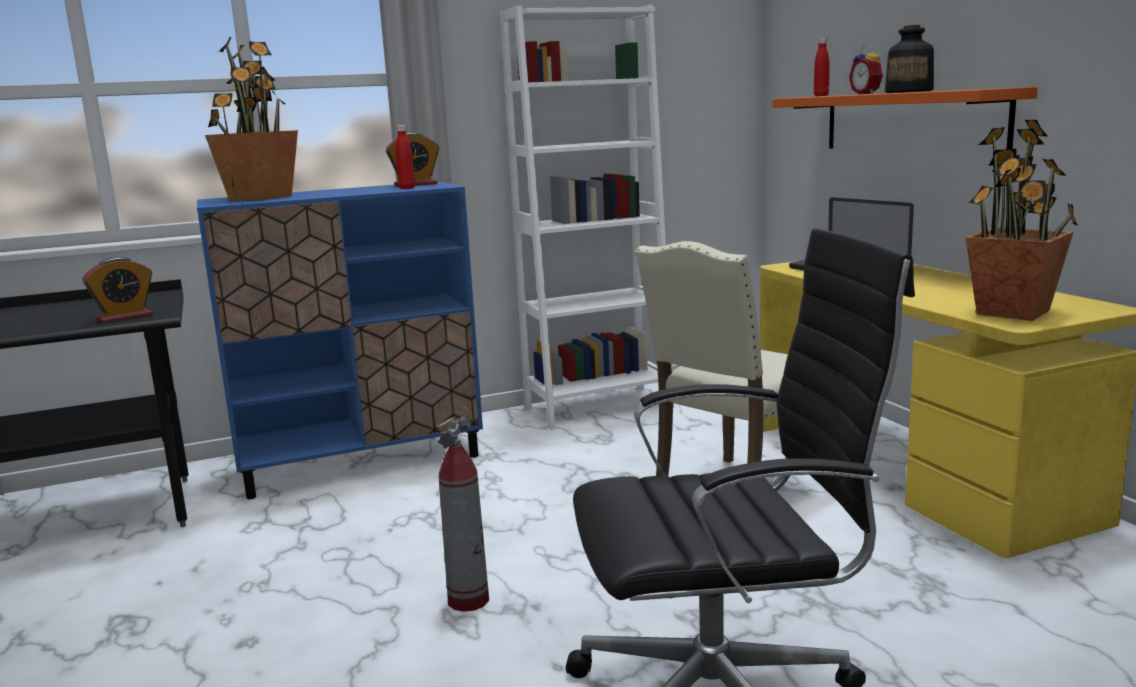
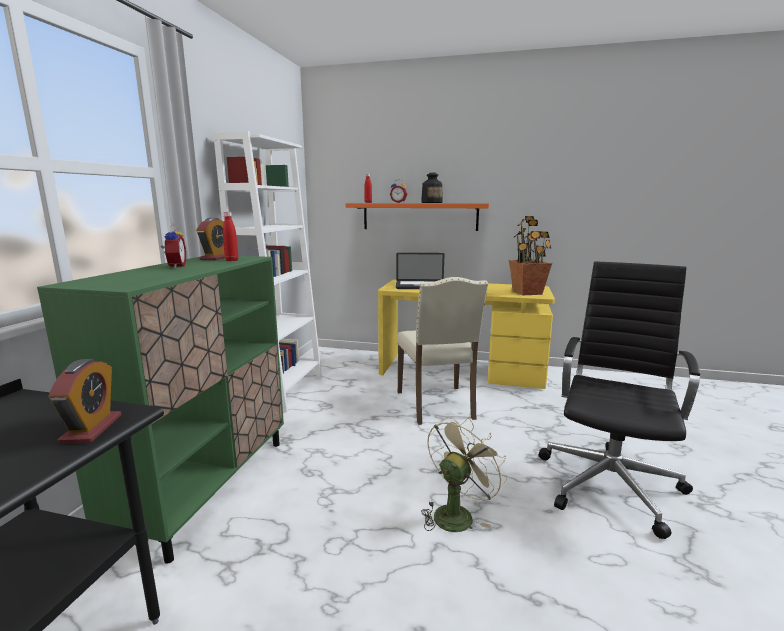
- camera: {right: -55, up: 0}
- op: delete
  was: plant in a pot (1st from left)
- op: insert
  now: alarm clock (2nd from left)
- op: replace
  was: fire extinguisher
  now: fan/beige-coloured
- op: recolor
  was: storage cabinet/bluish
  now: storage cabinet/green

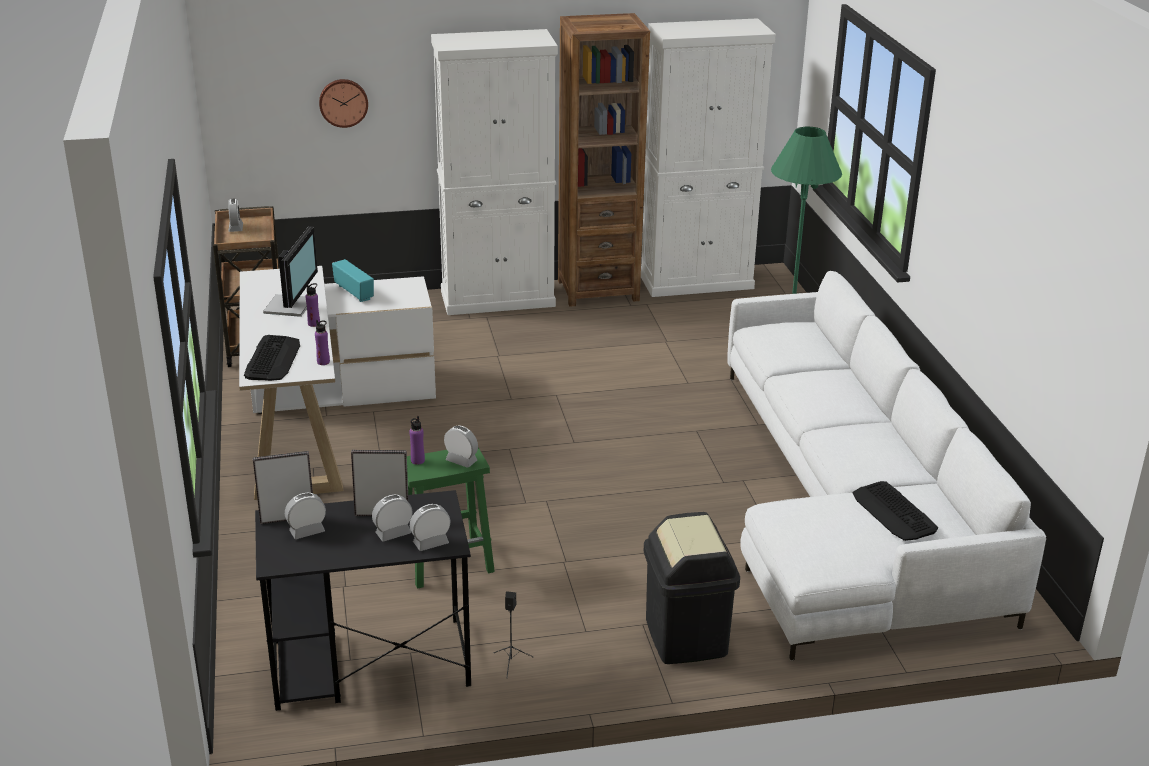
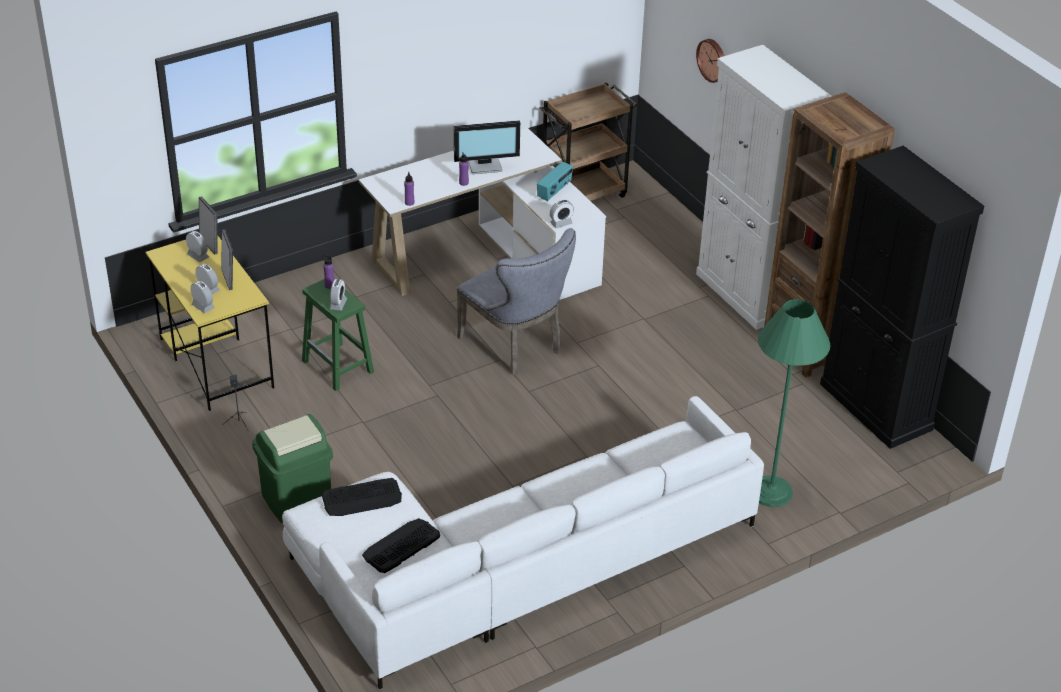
- camera: {right: 70, up: 10}
- op: insert
  now: chair/gray
- op: move
  was: alarm clock (1st from left in the first image)
  now: alarm clock (5th from left)
- op: move
  was: keyboard (1st from left)
- op: recolor
  was: desk unit/black
  now: desk unit/yellow-coloured
- op: recolor
  was: storage cabinet/whitish (2nd from left)
  now: storage cabinet/black
- op: recolor
  was: rubbish bin/black
  now: rubbish bin/green

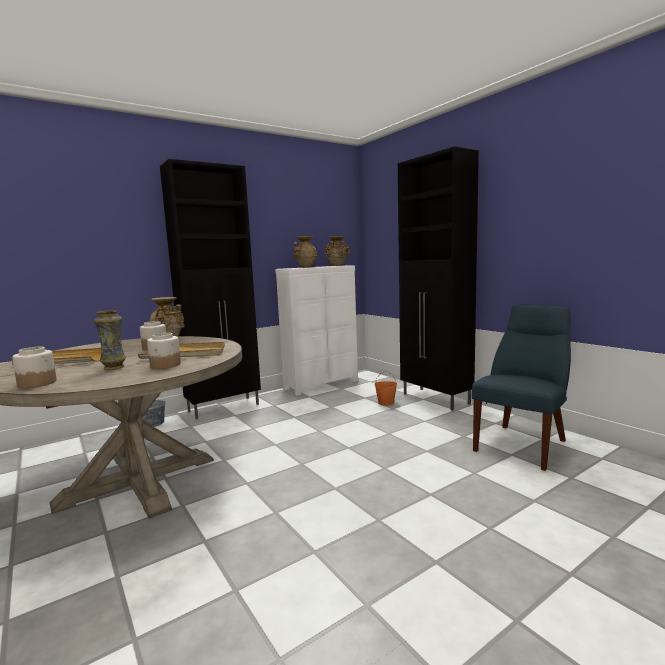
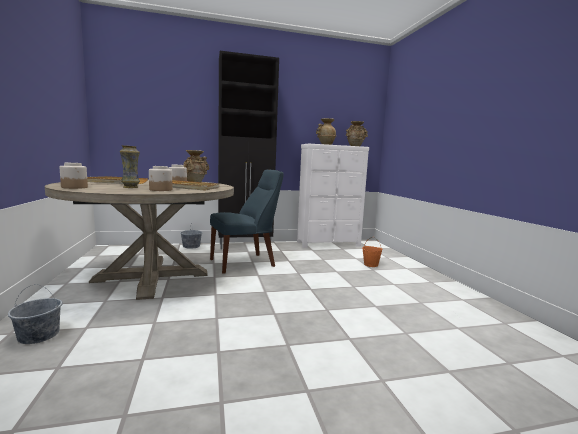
- camera: {right: 20, up: 0}
- op: delete
  was: storage cabinet/black (2nd from left)
- op: insert
  now: water bucket/gray (1st from left)
- op: move
  was: chair/bluish

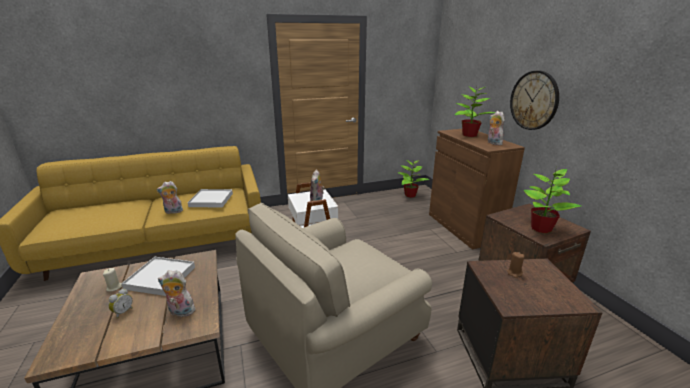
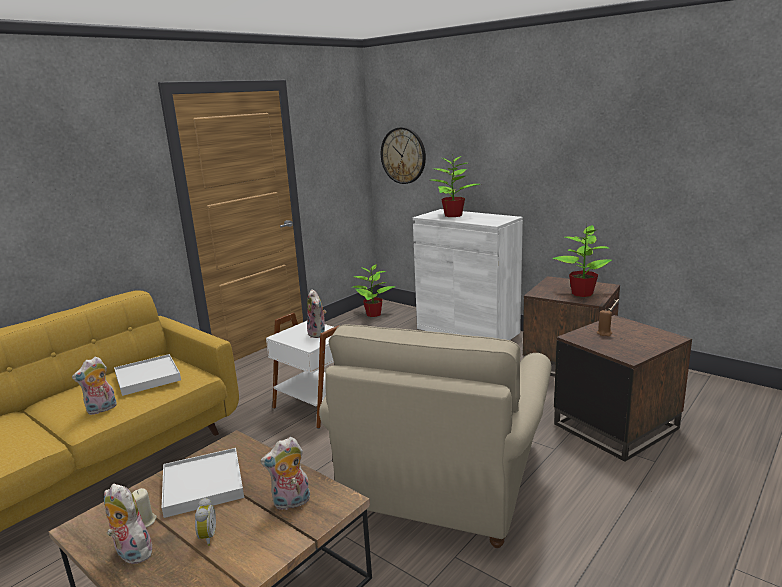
- camera: {right: -30, up: -5}
- op: move
  was: plush toy (4th from left in the first image)
  now: plush toy (2nd from left)
- op: move
  was: wall clock
- op: recolor
  was: storage cabinet/brown-coloured
  now: storage cabinet/whitish

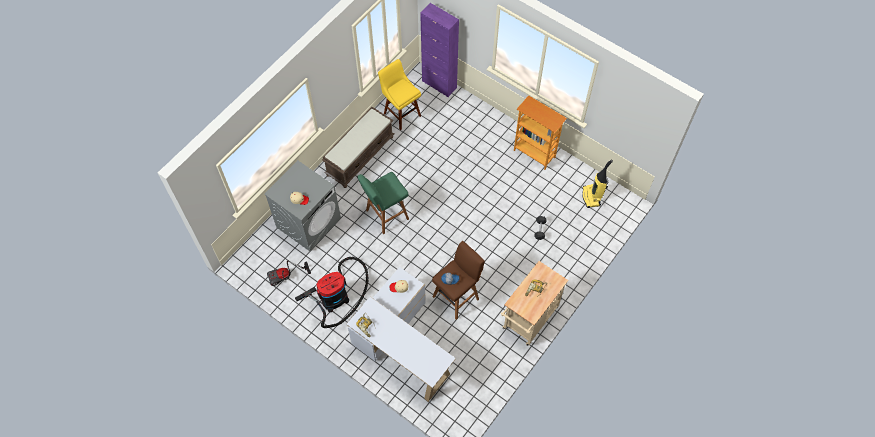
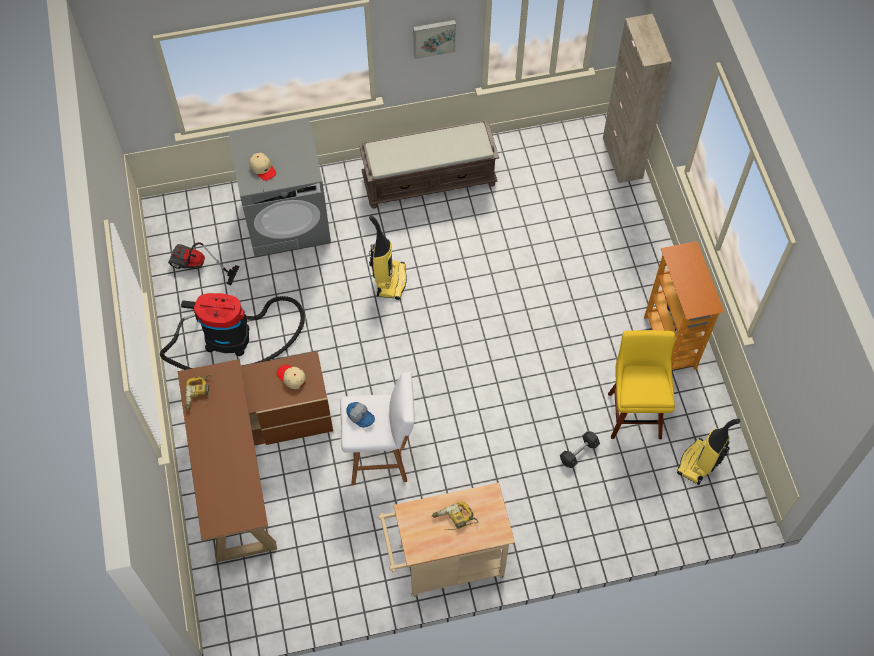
- camera: {right: 40, up: 0}
- op: insert
  now: wall art
- op: move
  was: sitting stool/yellow-coloured
- op: replace
  was: sitting stool/green
  now: vacuum (3rd from left)
- op: recolor
  was: desk unit/whitish
  now: desk unit/brown-coloured
- op: recolor
  was: storage cabinet/purplish
  now: storage cabinet/beige-coloured
- op: recolor
  was: sitting stool/brown-coloured
  now: sitting stool/whitish

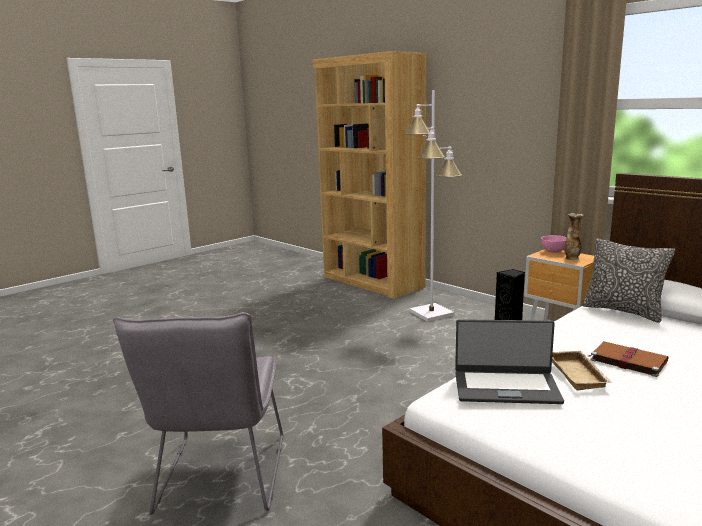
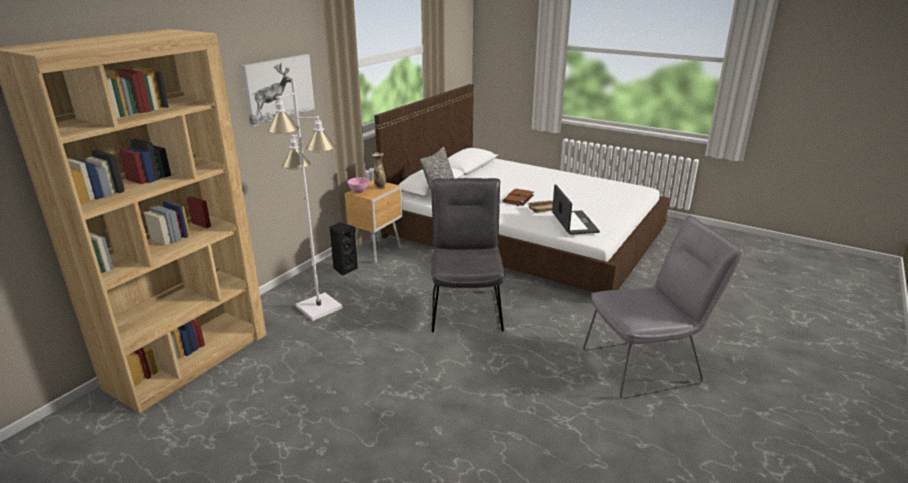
- camera: {right: -105, up: 10}
- op: insert
  now: wall art
- op: insert
  now: chair/gray (1st from left)

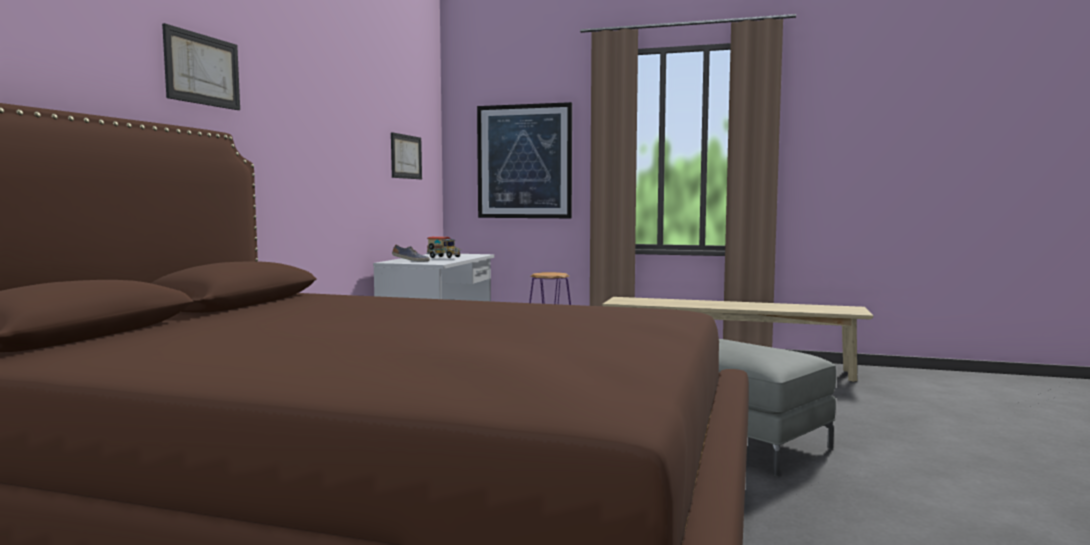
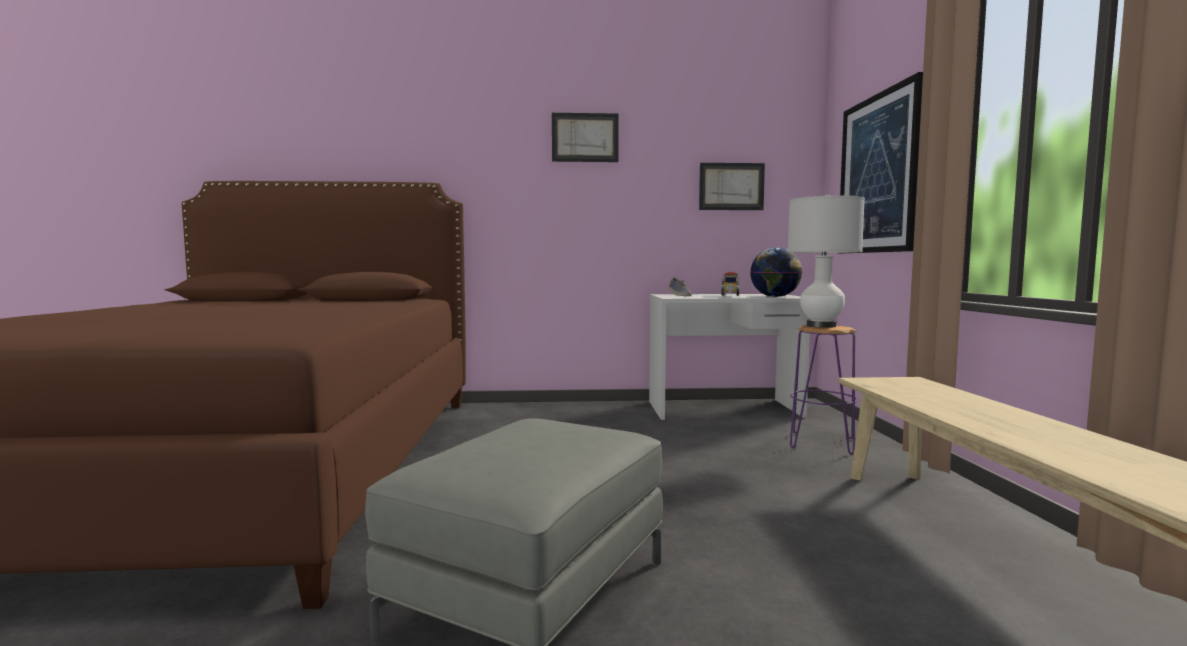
- camera: {right: 70, up: 0}
- op: insert
  now: desk globe
- op: insert
  now: table lamp/whitish
- op: move
  was: wall art (1st from left)

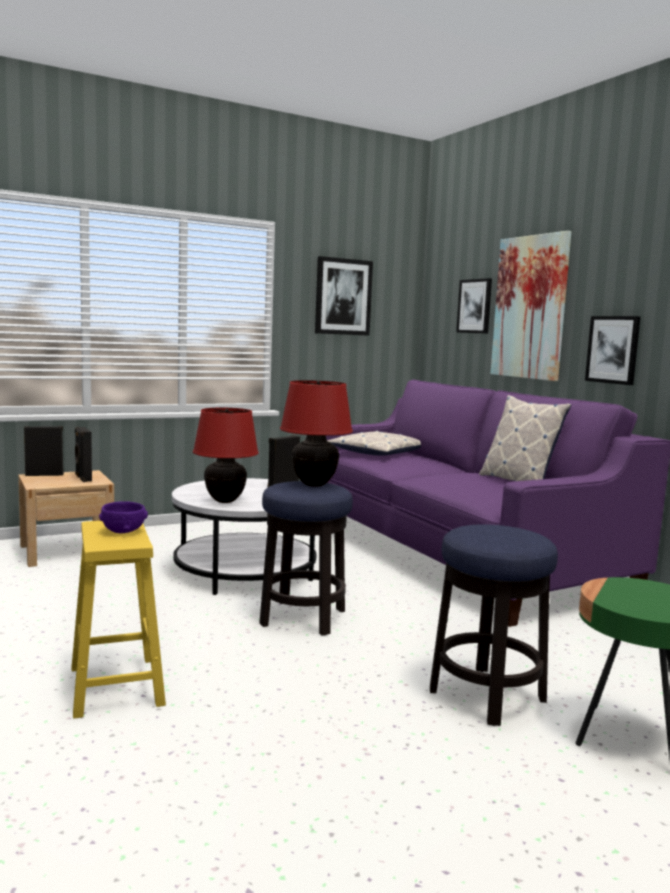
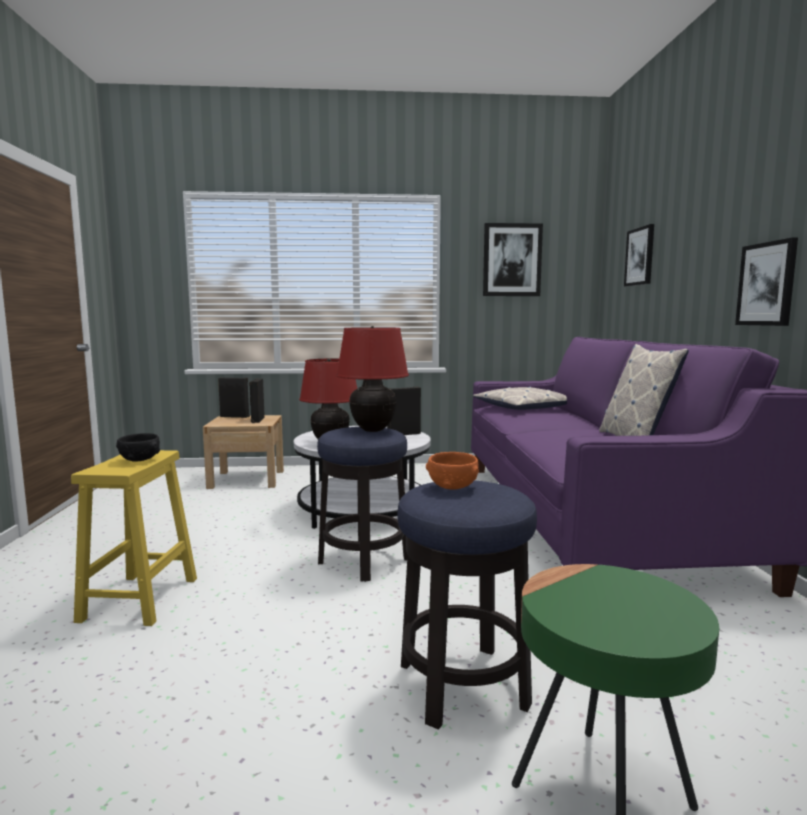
- camera: {right: 25, up: 0}
- op: delete
  was: wall art (3rd from left)
- op: insert
  now: serving bowl/orange-coloured
- op: recolor
  was: serving bowl/purplish
  now: serving bowl/black

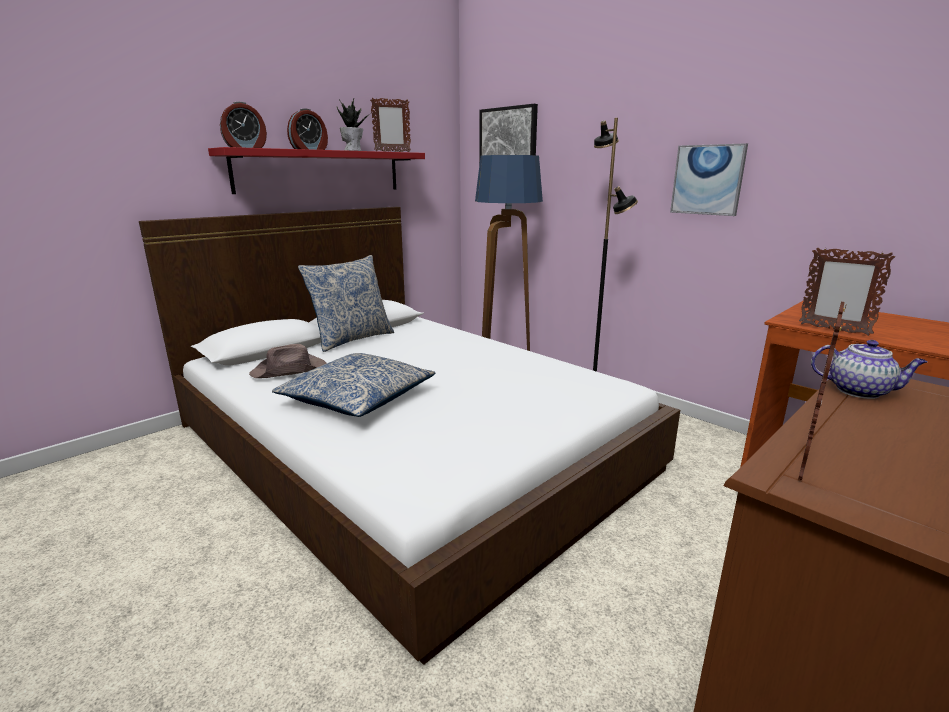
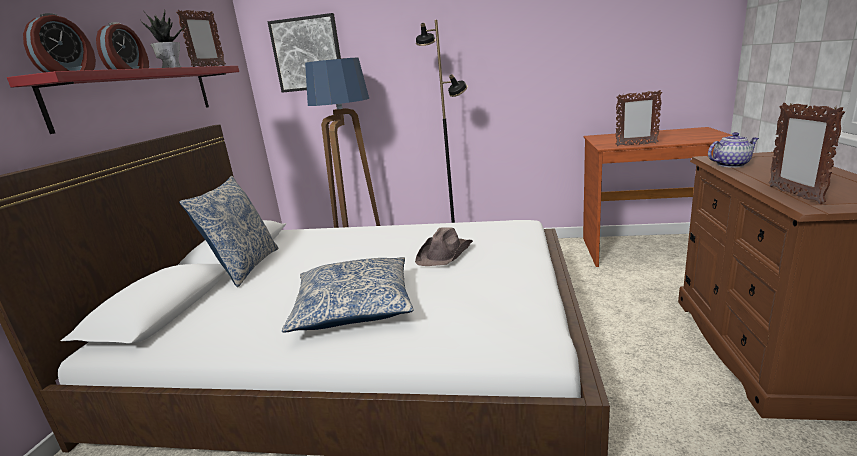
- camera: {right: -35, up: 0}
- op: delete
  was: wall art (2nd from left)
- op: move
  was: wearable hat/brown-coloured

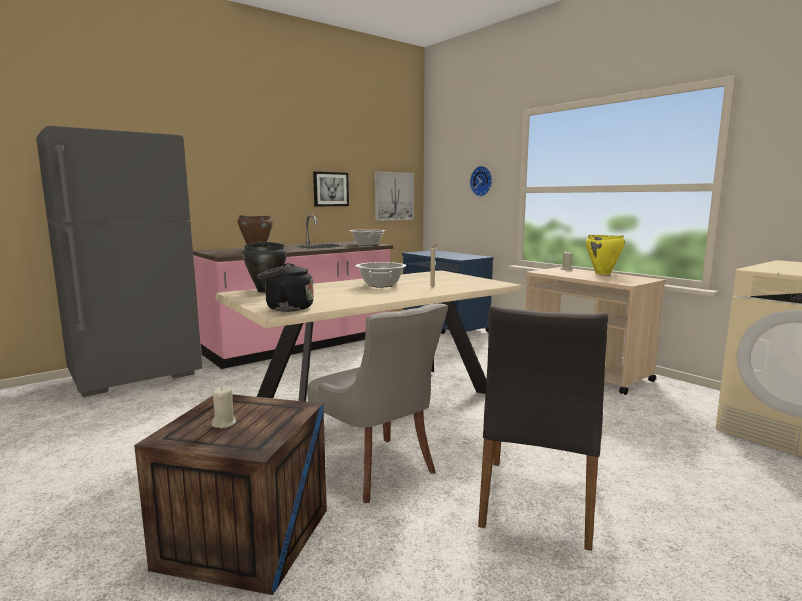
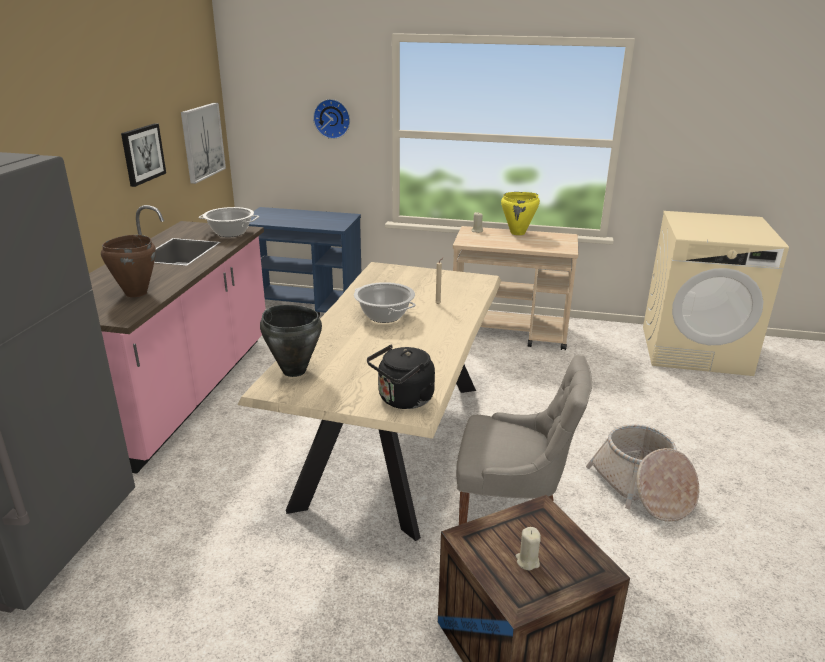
- camera: {right: -40, up: 15}
- op: replace
  was: chair/gray (2nd from left)
  now: basket

